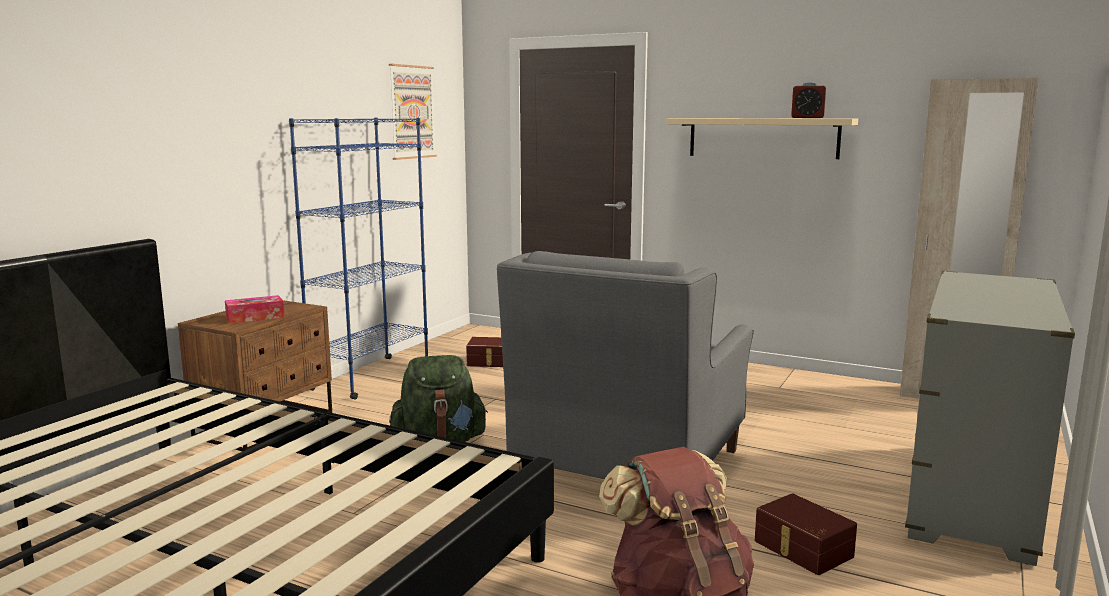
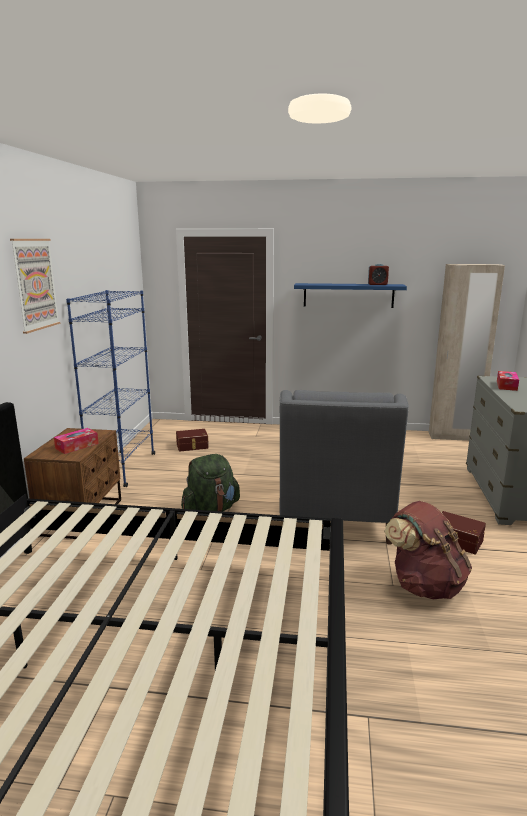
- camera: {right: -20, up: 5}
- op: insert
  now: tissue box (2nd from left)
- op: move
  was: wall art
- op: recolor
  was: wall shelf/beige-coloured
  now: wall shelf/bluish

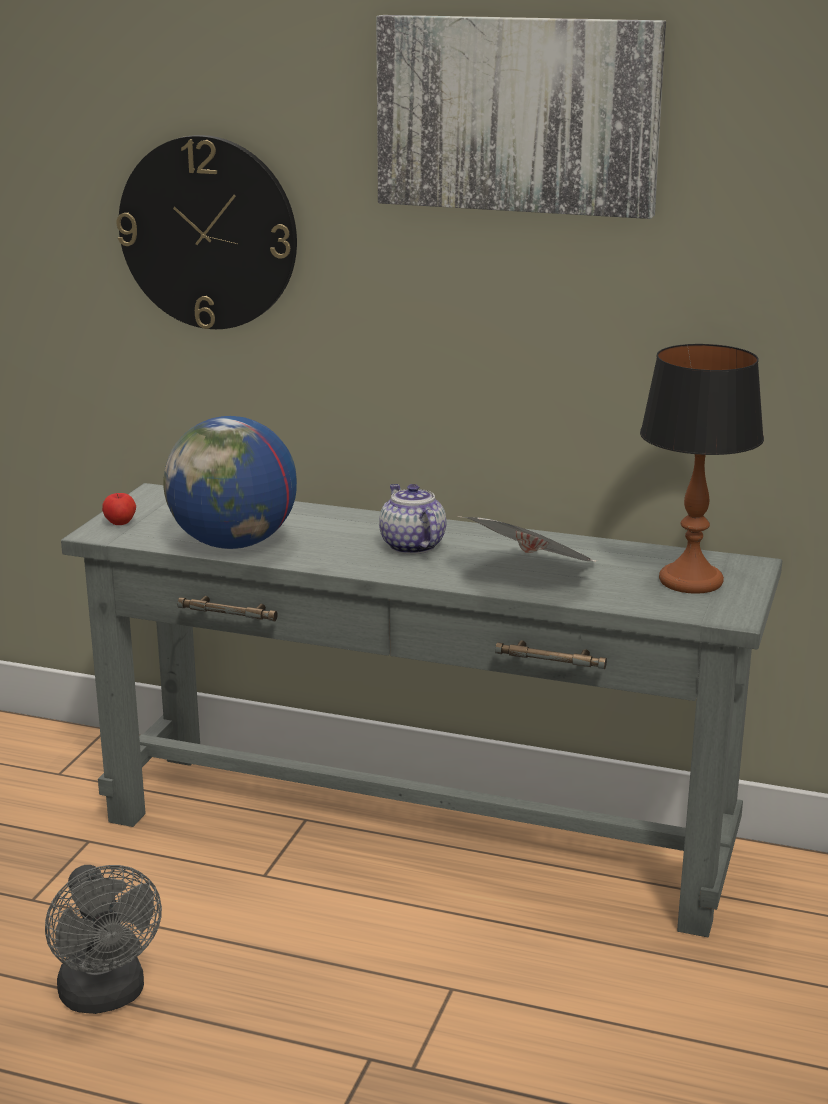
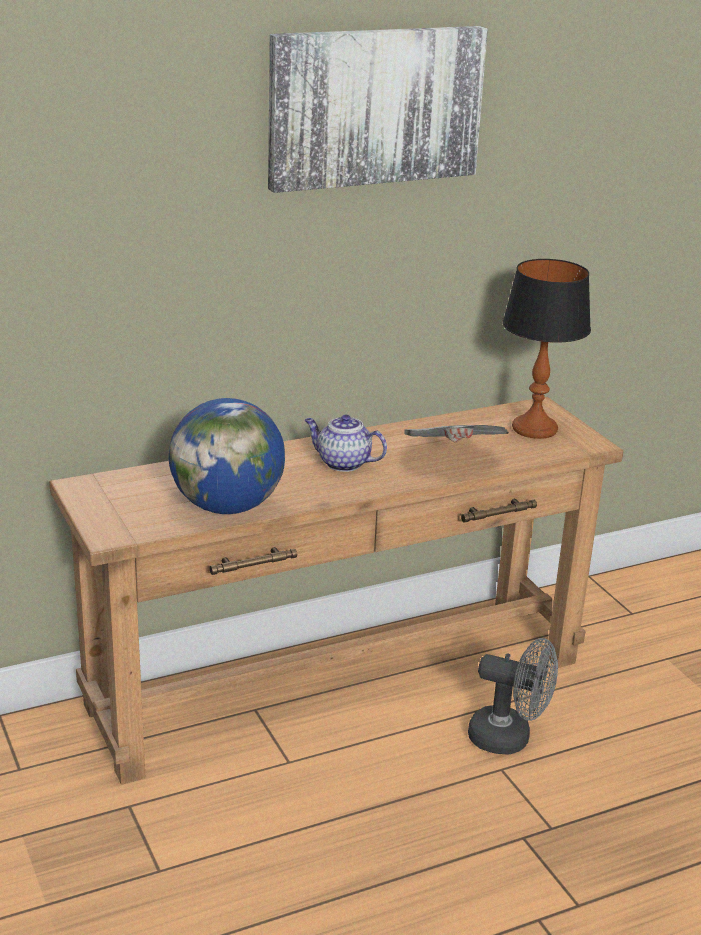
- camera: {right: -45, up: 5}
- op: delete
  was: apple fruit
- op: delete
  was: wall clock
- op: move
  was: fan/gray
- op: recolor
  was: hall table/gray
  now: hall table/brown-coloured

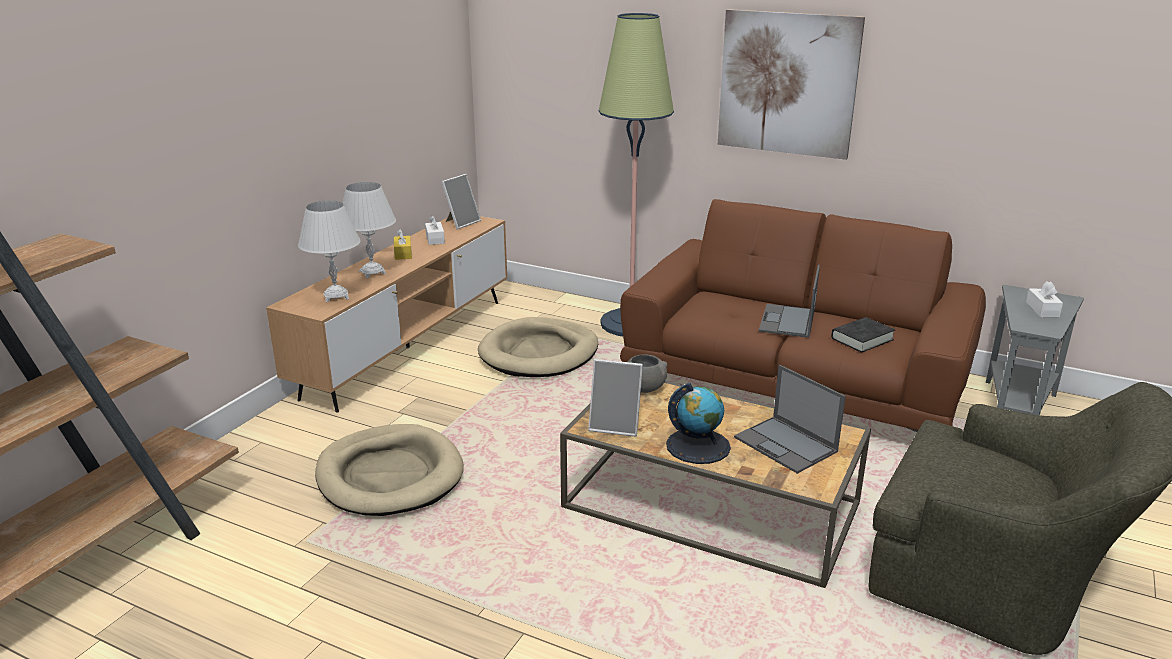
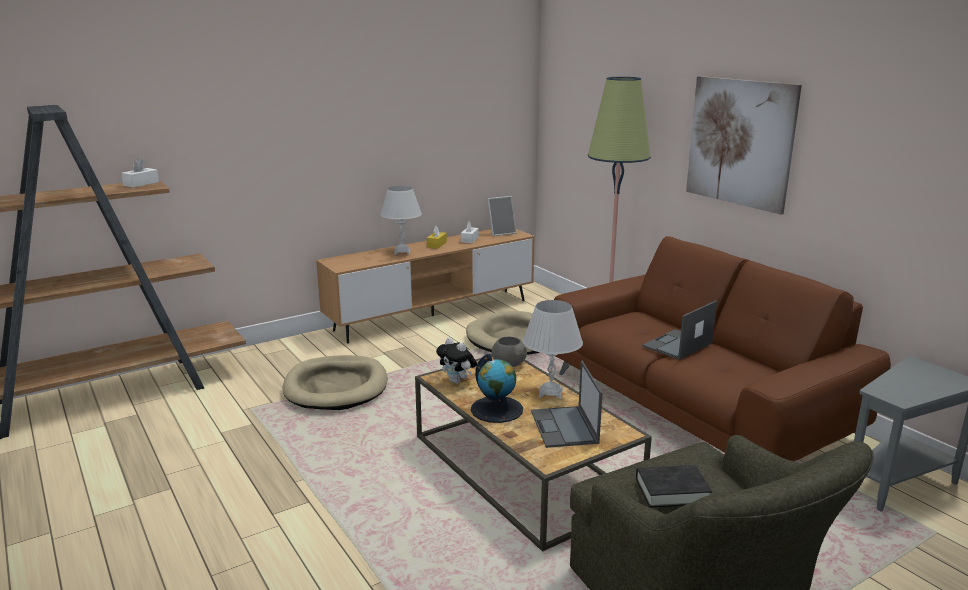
- camera: {right: 30, up: -5}
- op: move
  was: table lamp/whitish (1st from left in the first image)
  now: table lamp/whitish (2nd from left)
- op: move
  was: bound book/black
- op: move
  was: tissue box/whitish (2nd from left in the first image)
  now: tissue box/whitish (1st from left)
- op: replace
  was: photo frame (2nd from left)
  now: plush toy

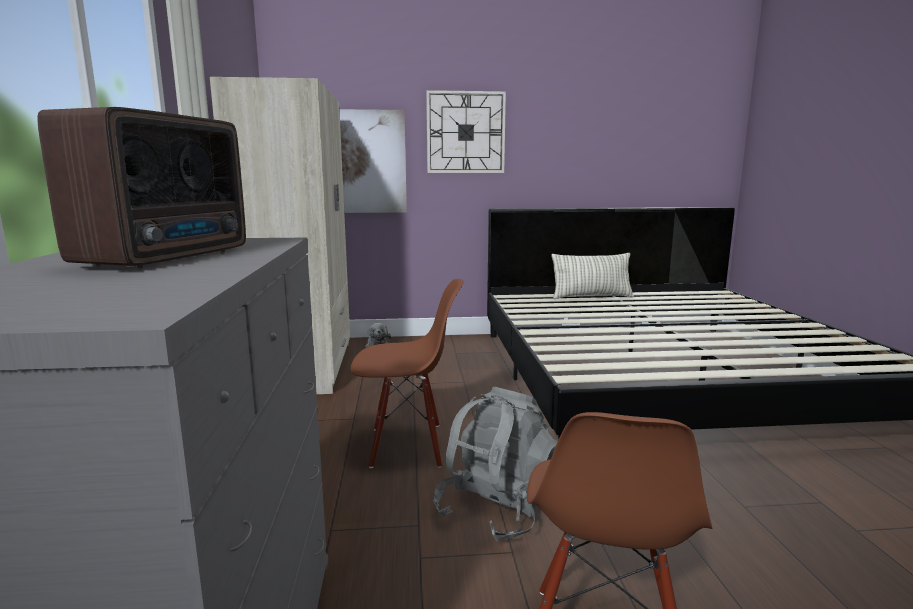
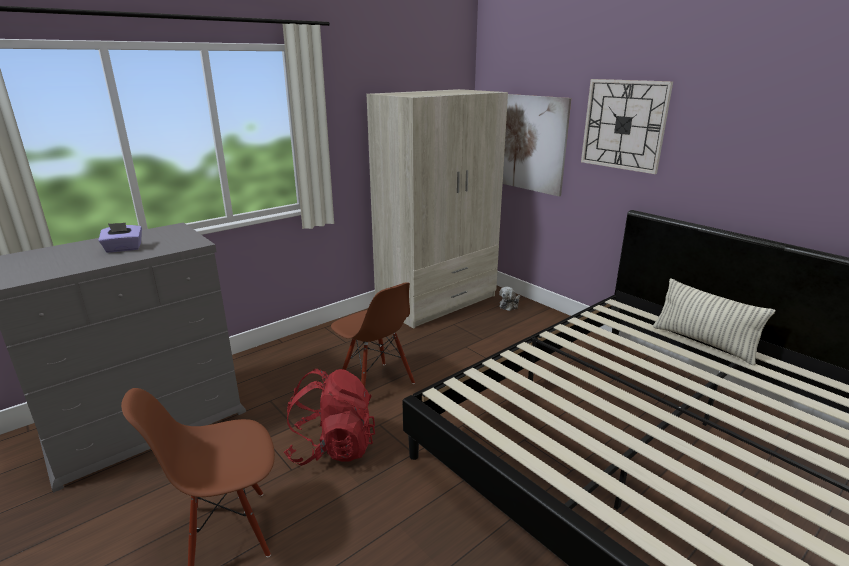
- camera: {right: 55, up: 10}
- op: replace
  was: radio receiver
  now: tissue box/purplish
- op: recolor
  was: knapsack/gray
  now: knapsack/reddish

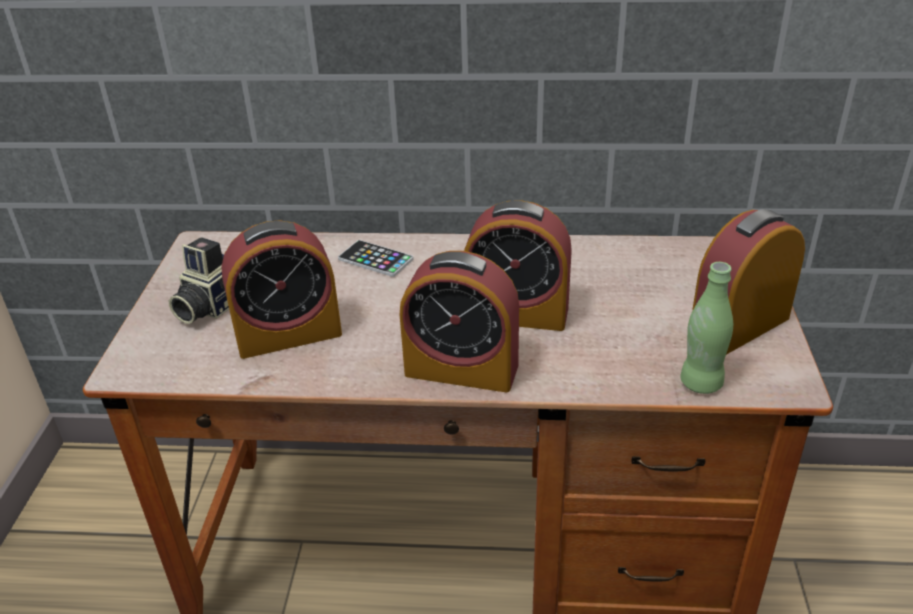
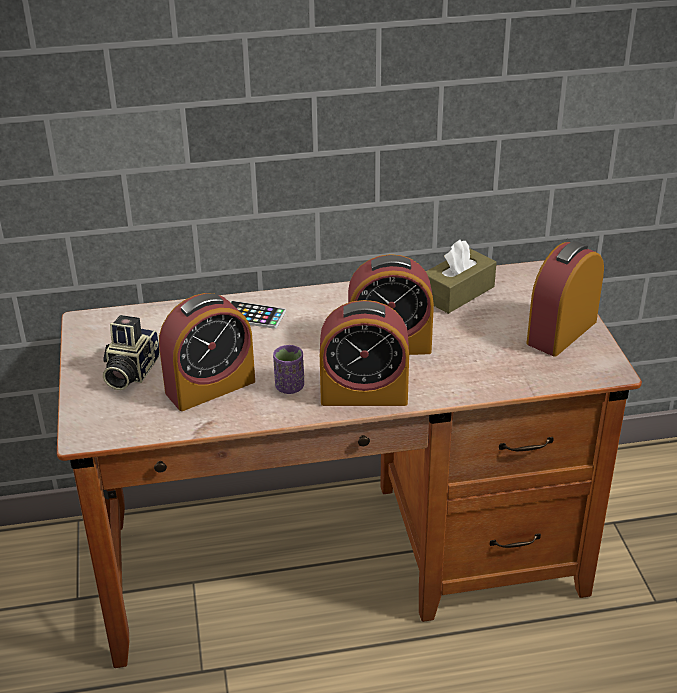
- camera: {right: -15, up: 0}
- op: delete
  was: drink bottle/green
- op: insert
  now: drinking cup/purplish
- op: insert
  now: tissue box/brown-coloured

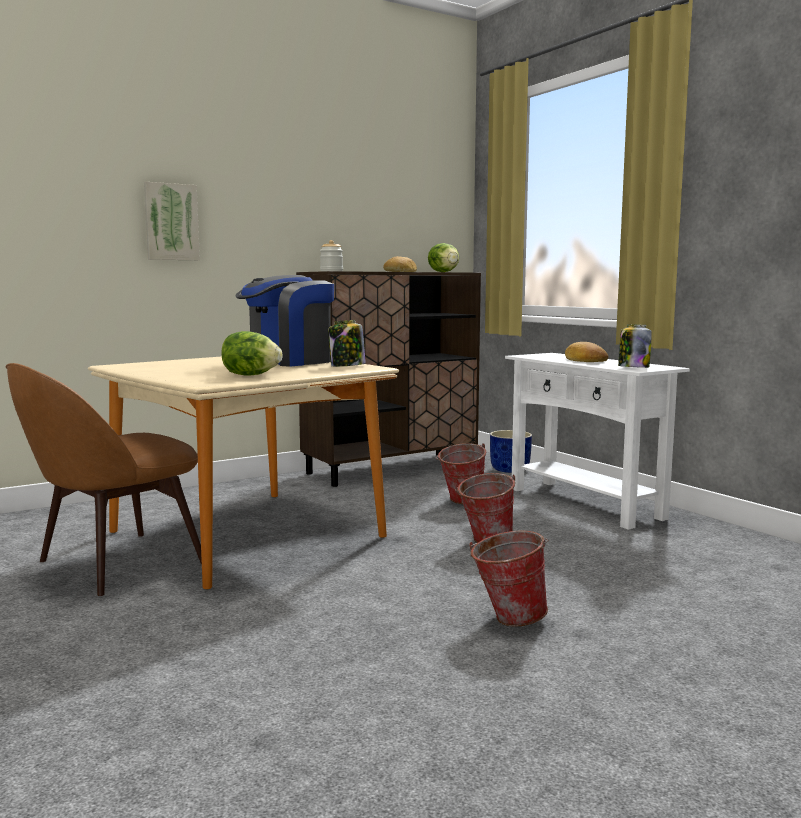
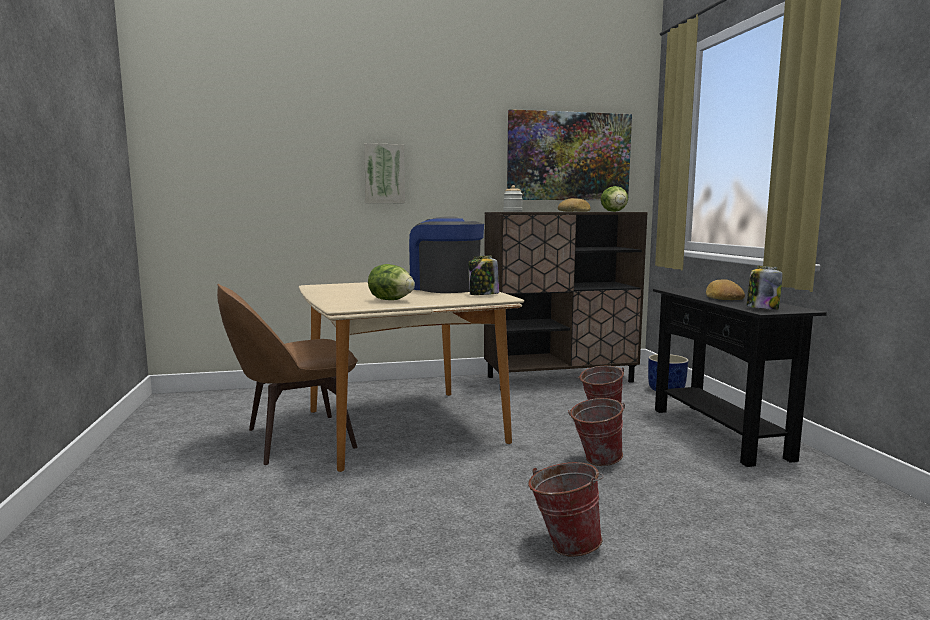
- camera: {right: 20, up: 0}
- op: insert
  now: wall art (2nd from left)
- op: recolor
  was: hall table/whitish
  now: hall table/black
- op: rotate
  was: coffee maker
  clockwise: 75

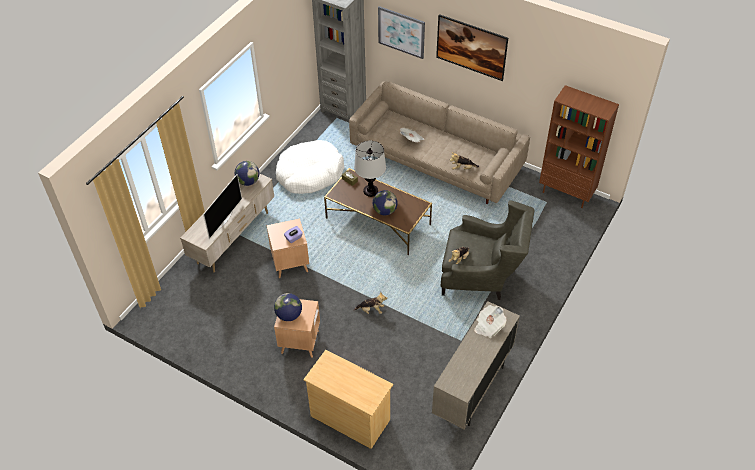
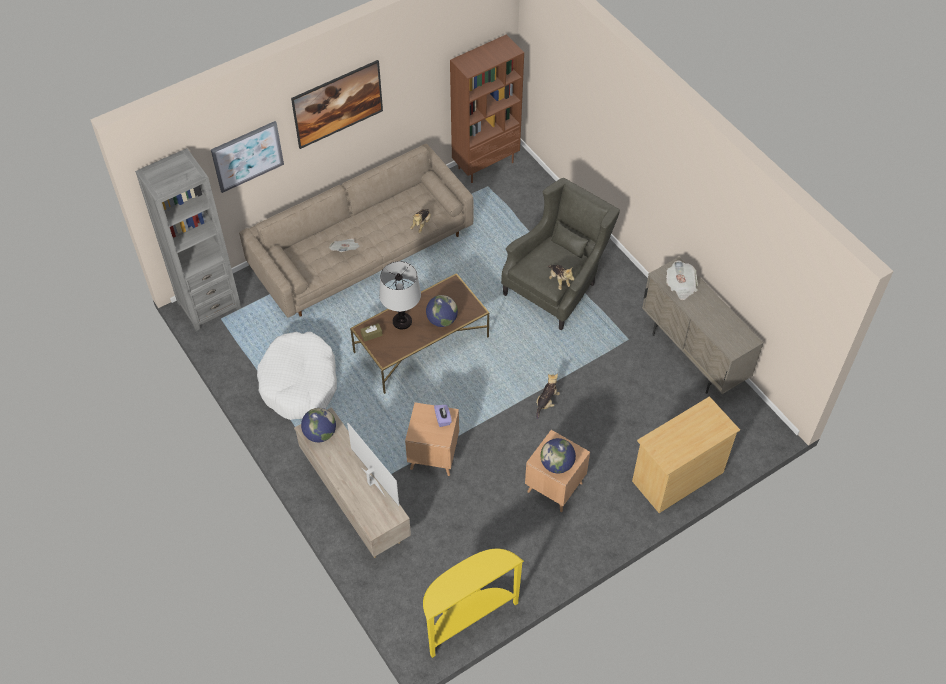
- camera: {right: -65, up: 5}
- op: insert
  now: hall table/yellow-coloured

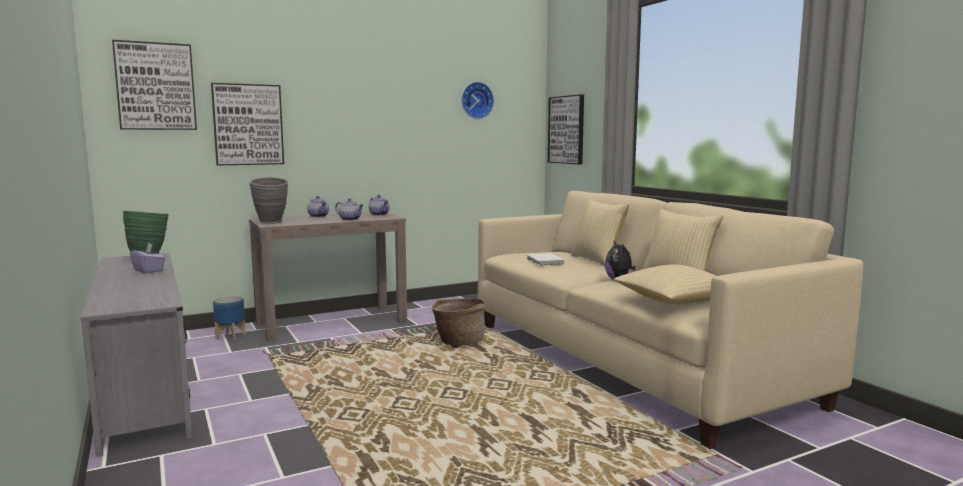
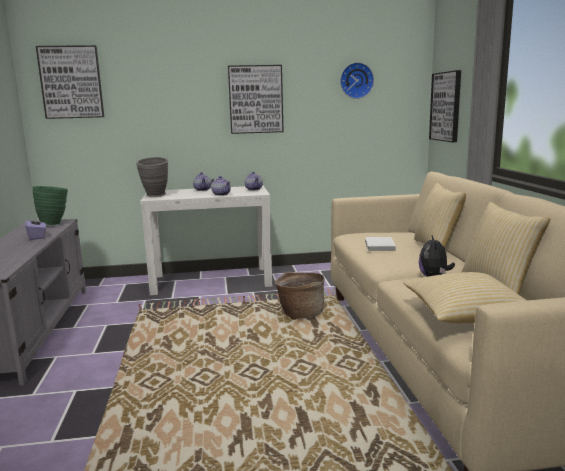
- camera: {right: 20, up: 5}
- op: delete
  was: planter
- op: move
  was: wall art (2nd from left)
- op: recolor
  was: hall table/brown-coloured
  now: hall table/whitish

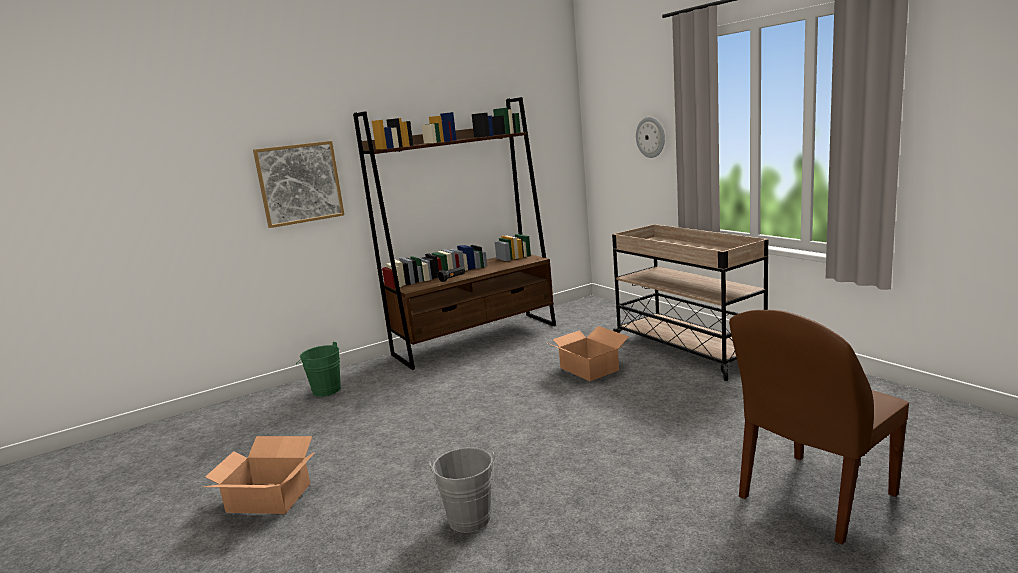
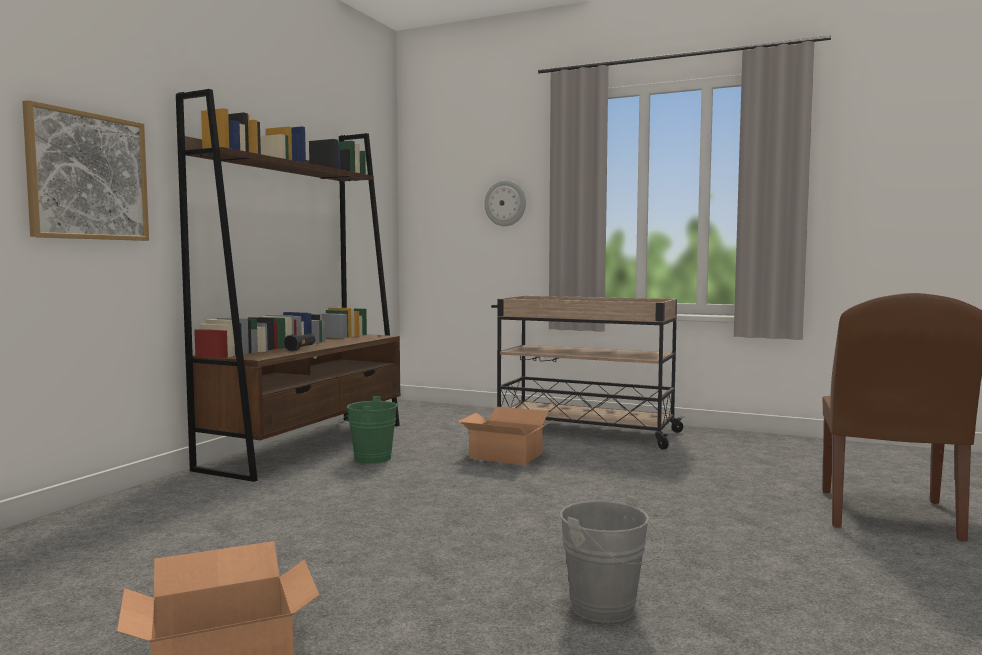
- camera: {right: -35, up: -10}
- op: move
  was: water bucket/green

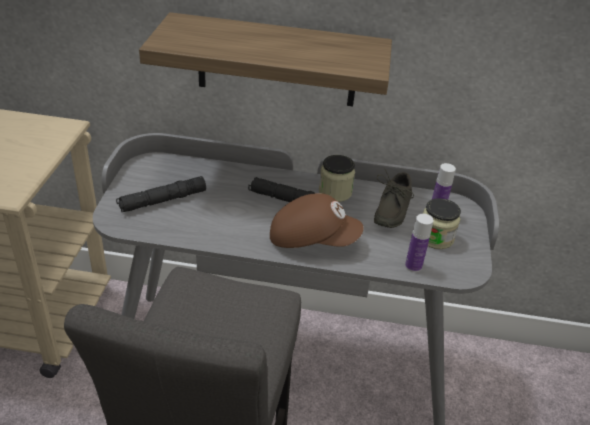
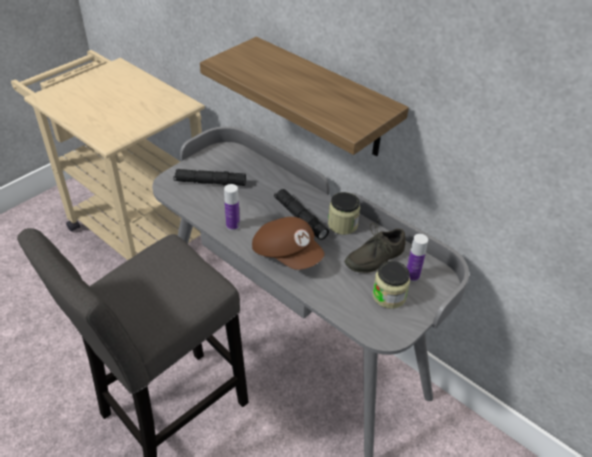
- camera: {right: 35, up: 5}
- op: move
  was: drink bottle (1st from left)

